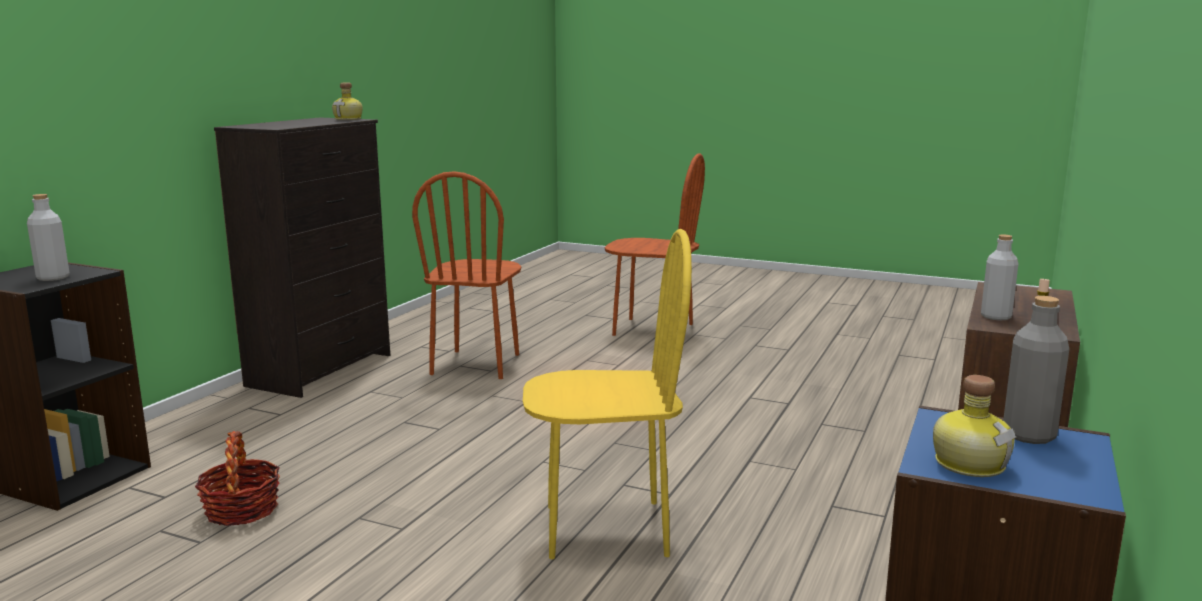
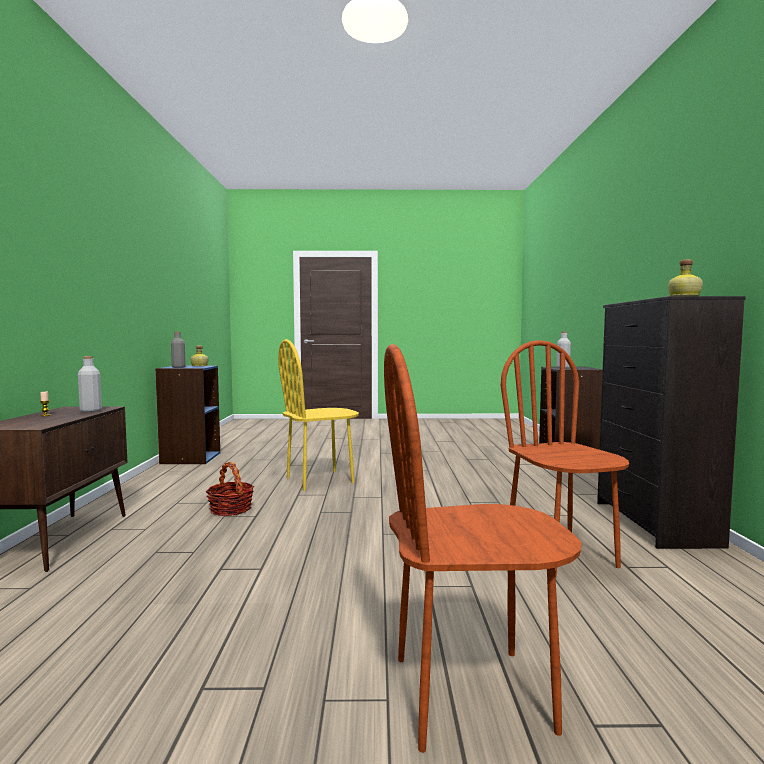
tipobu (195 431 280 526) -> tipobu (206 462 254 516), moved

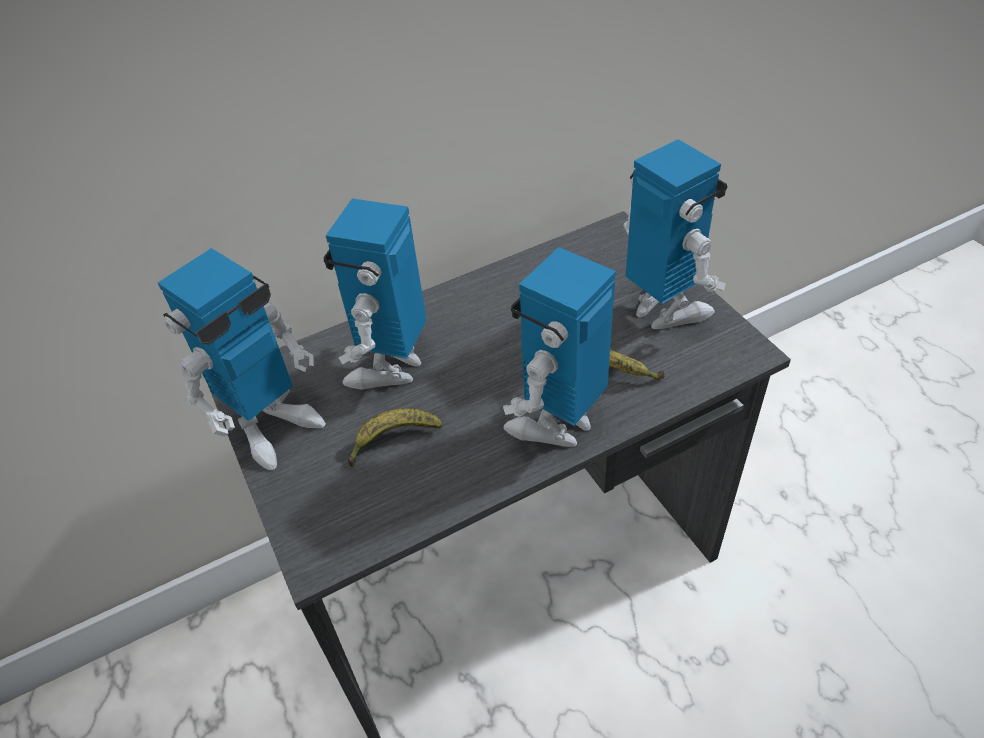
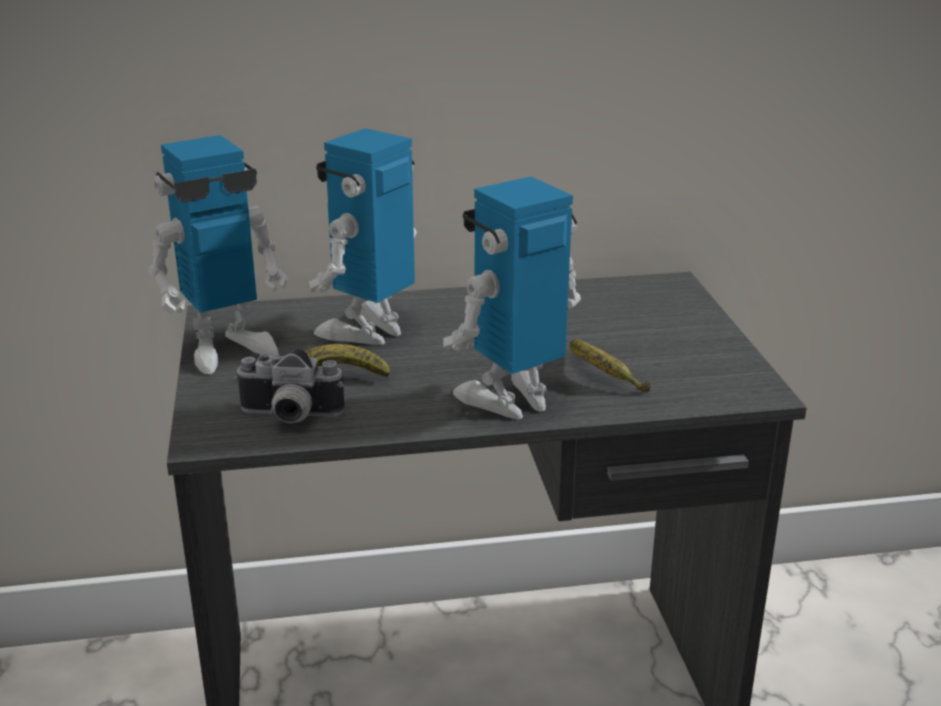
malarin (623 139 727 329) -> none
none -> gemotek (234 349 345 423)

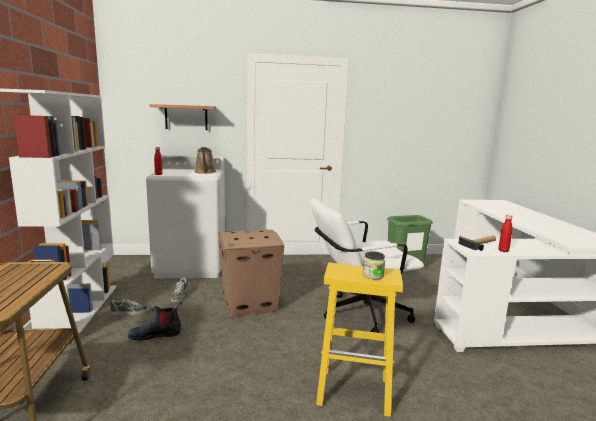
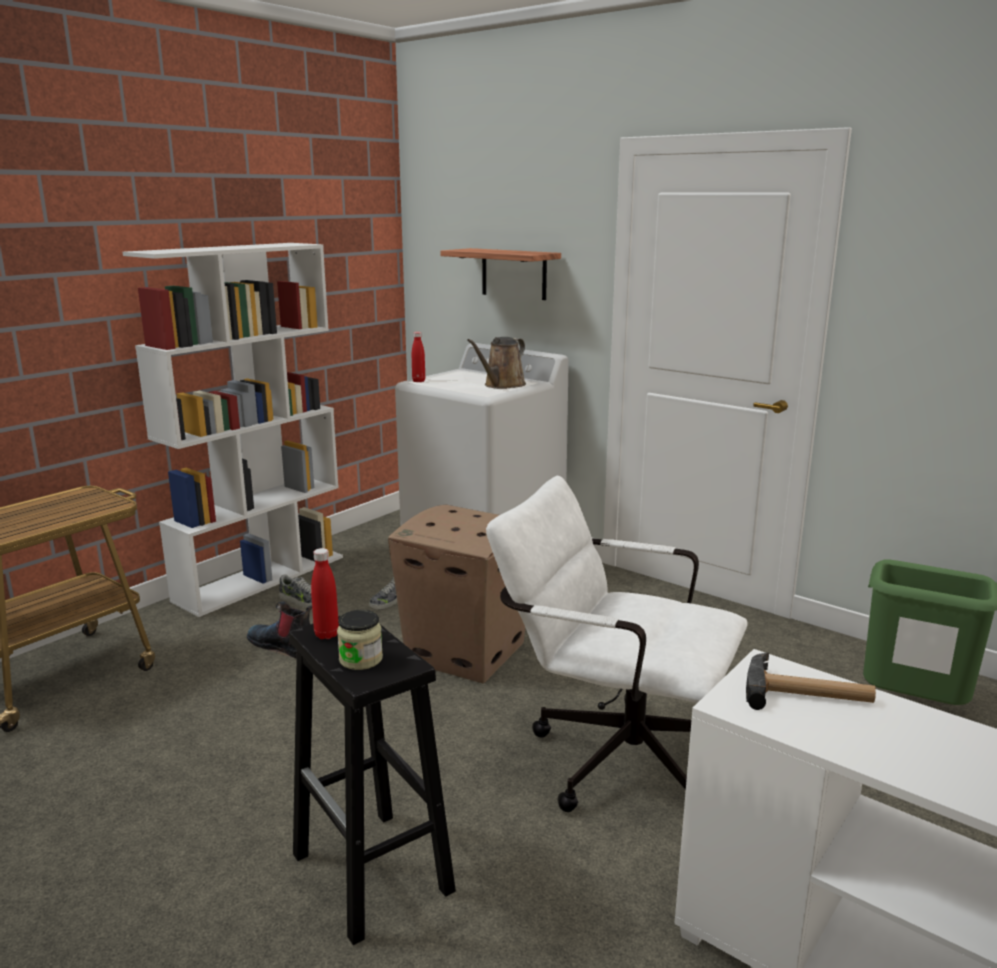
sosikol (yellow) (316 262 403 417) -> sosikol (black) (289 616 456 945)
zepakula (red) (498 215 512 252) -> zepakula (red) (311 548 339 639), moved

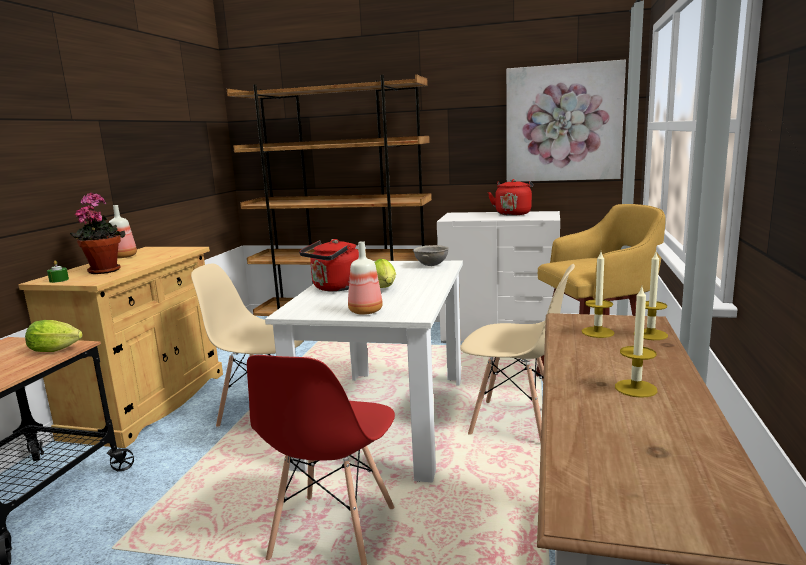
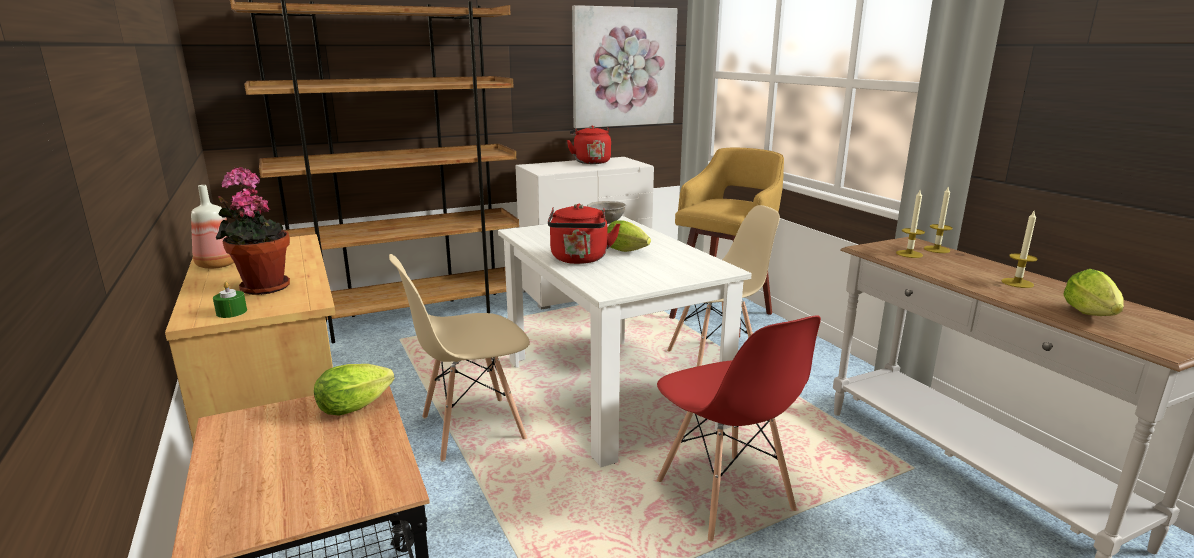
zepakula (348 241 383 315) -> none
none -> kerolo (1063 269 1124 316)

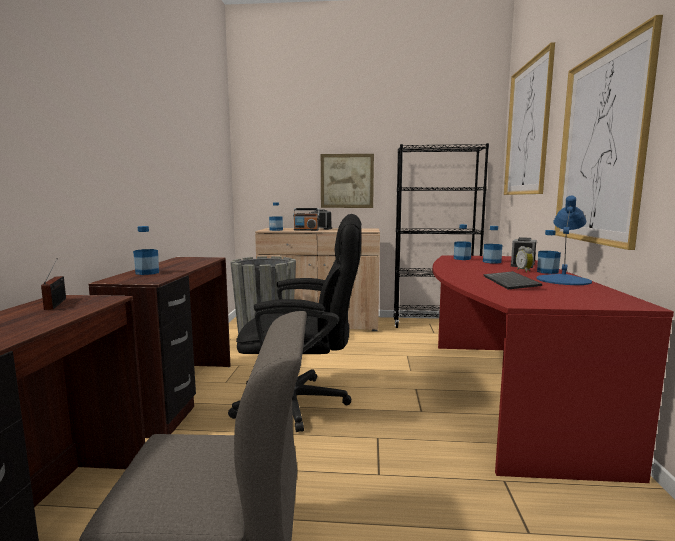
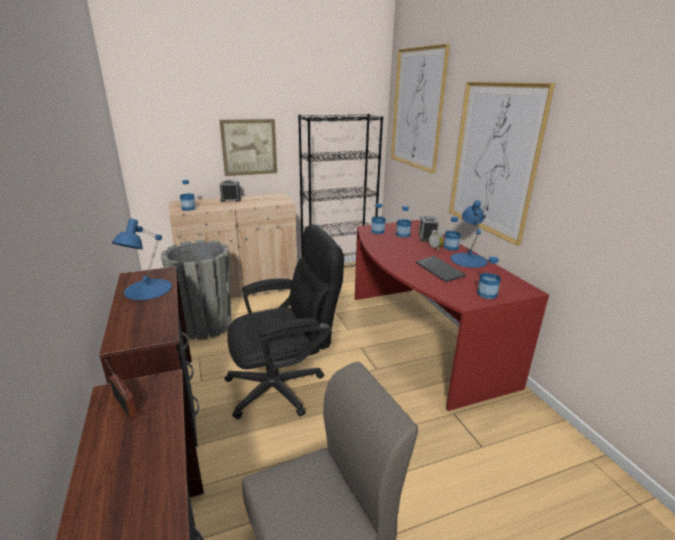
zepakula (133 226 159 275) -> zepakula (477 256 501 299), moved
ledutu (293 208 320 231) -> none
none -> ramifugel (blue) (112 218 172 300)

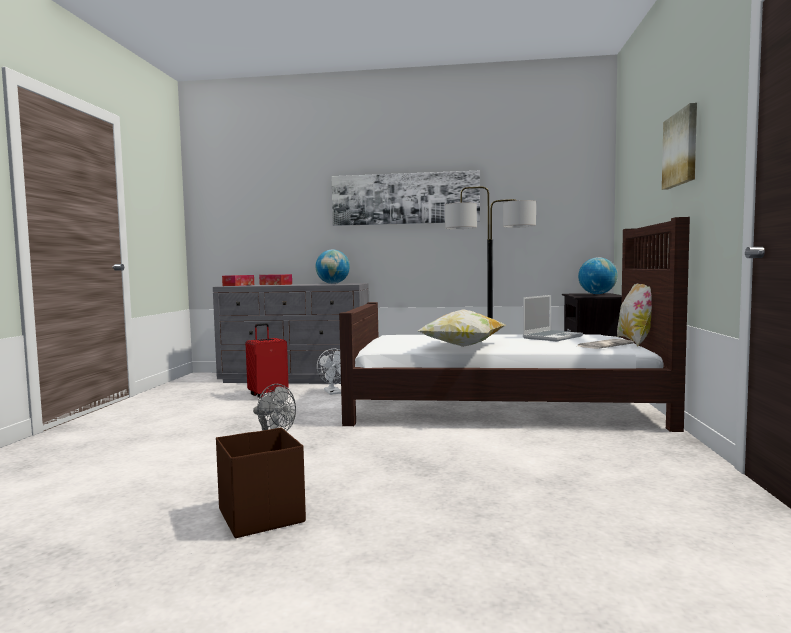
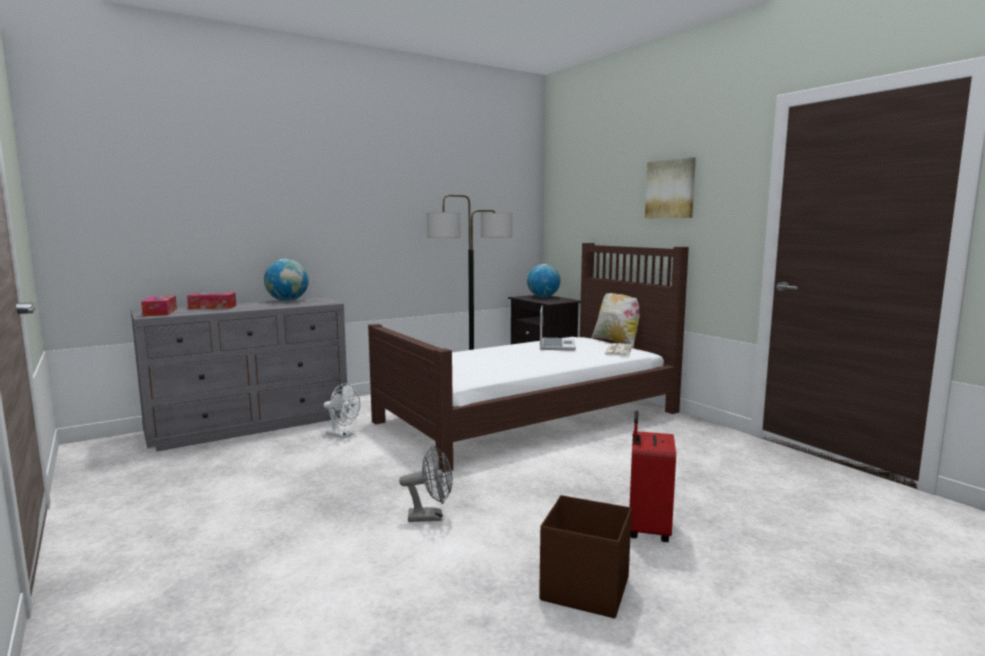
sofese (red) (245 323 289 399) -> sofese (red) (630 411 676 542), moved
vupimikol (331 170 480 226) -> none
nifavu (418 309 506 347) -> none

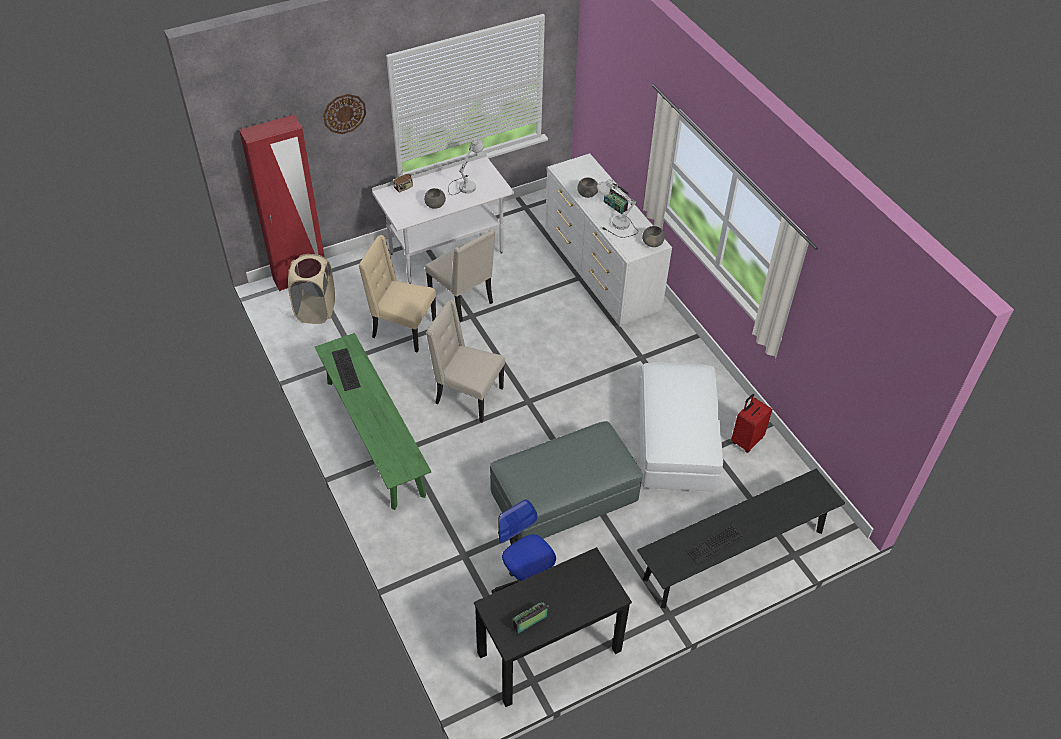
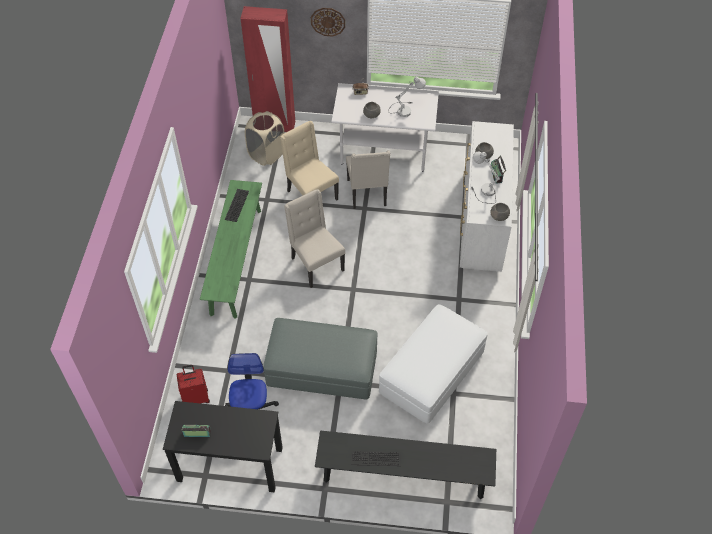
sofese (red) (731 394 772 453) -> sofese (red) (177 365 210 403), moved

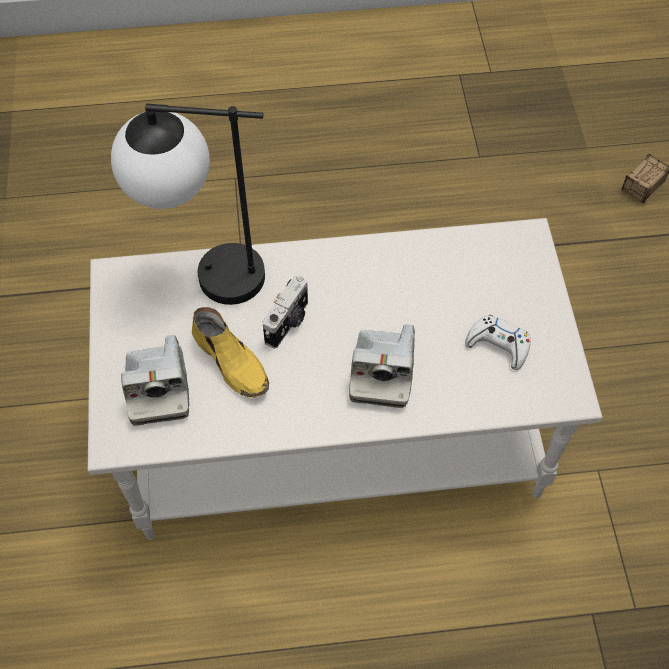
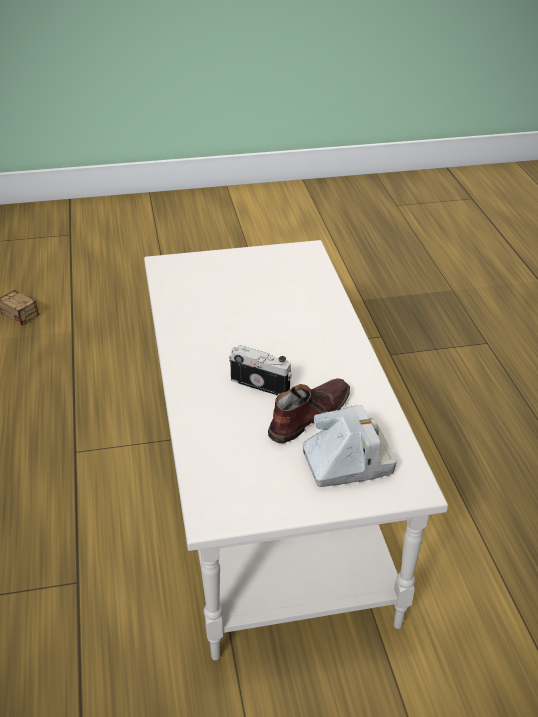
ramifugel (111 104 265 305) -> none
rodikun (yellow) (192 307 269 398) -> rodikun (brown) (268 378 350 444)
gemotek (349 324 415 408) -> none
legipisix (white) (465 315 531 370) -> none

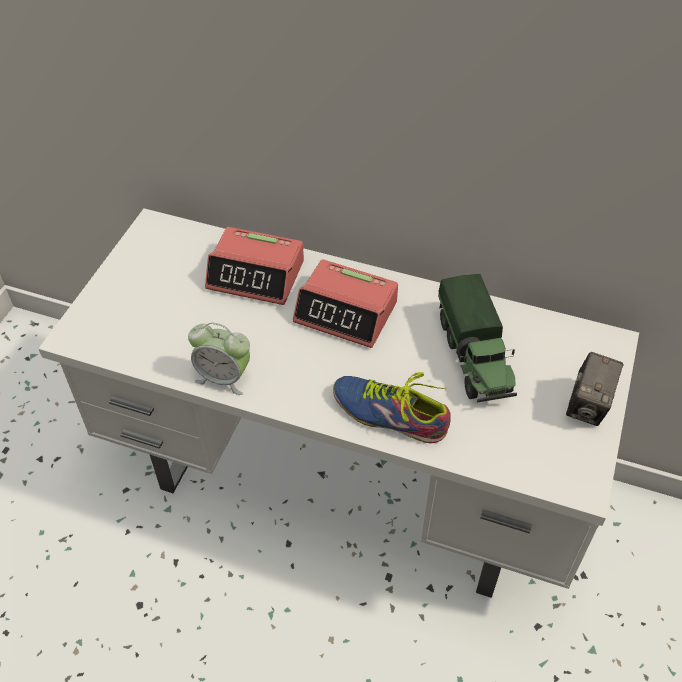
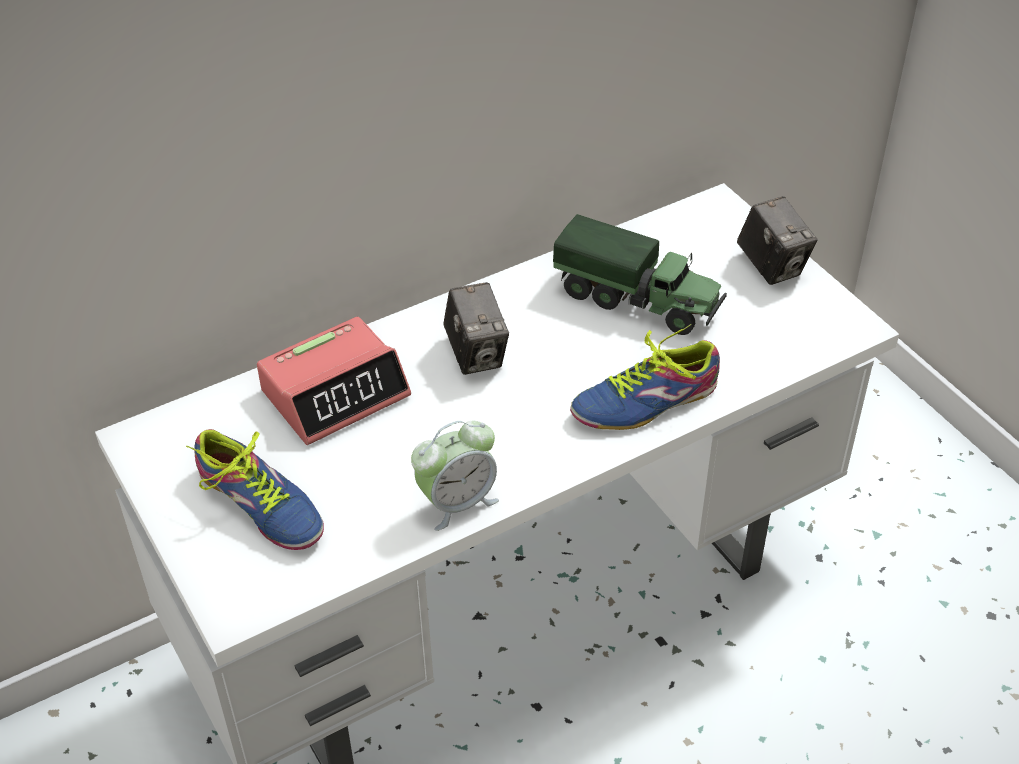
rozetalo (293 259 398 348) -> gemotek (443 282 509 375)
none -> rodikun (186 429 324 550)

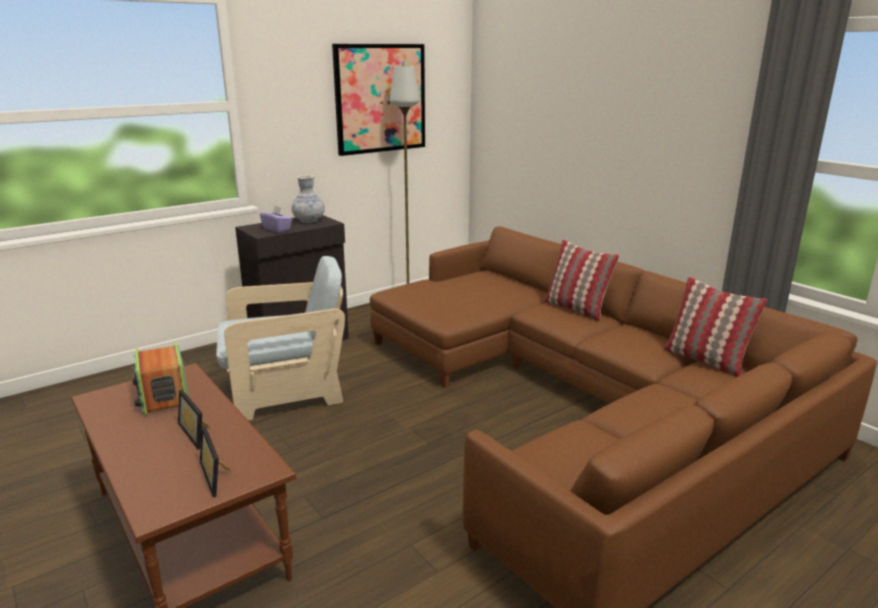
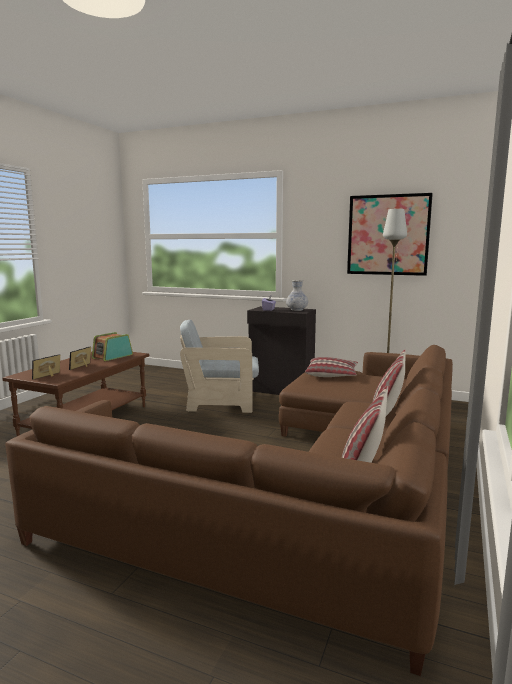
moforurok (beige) (216 256 345 421) -> moforurok (beige) (180 320 259 413), 135 degrees clockwise
none -> nifavu (305 357 358 377)

